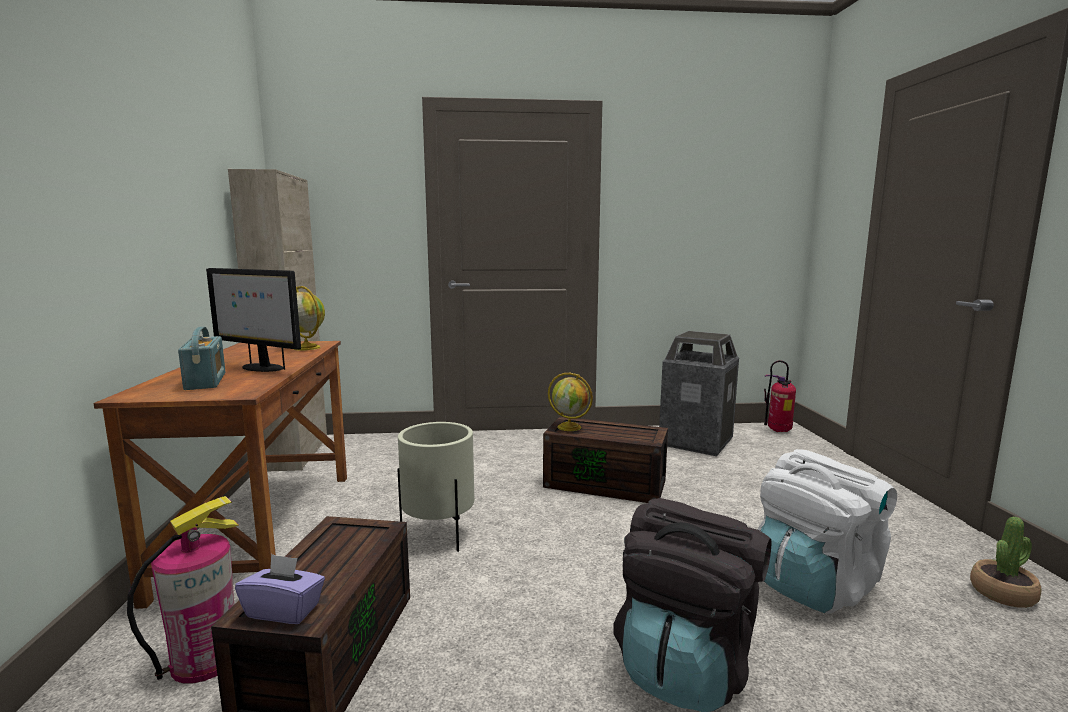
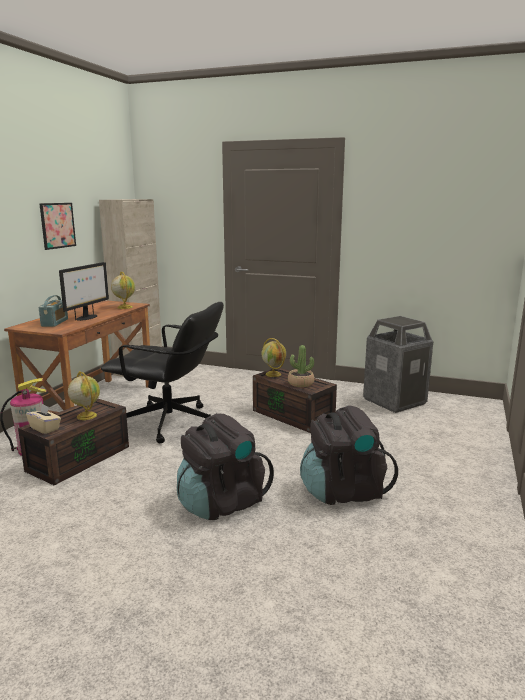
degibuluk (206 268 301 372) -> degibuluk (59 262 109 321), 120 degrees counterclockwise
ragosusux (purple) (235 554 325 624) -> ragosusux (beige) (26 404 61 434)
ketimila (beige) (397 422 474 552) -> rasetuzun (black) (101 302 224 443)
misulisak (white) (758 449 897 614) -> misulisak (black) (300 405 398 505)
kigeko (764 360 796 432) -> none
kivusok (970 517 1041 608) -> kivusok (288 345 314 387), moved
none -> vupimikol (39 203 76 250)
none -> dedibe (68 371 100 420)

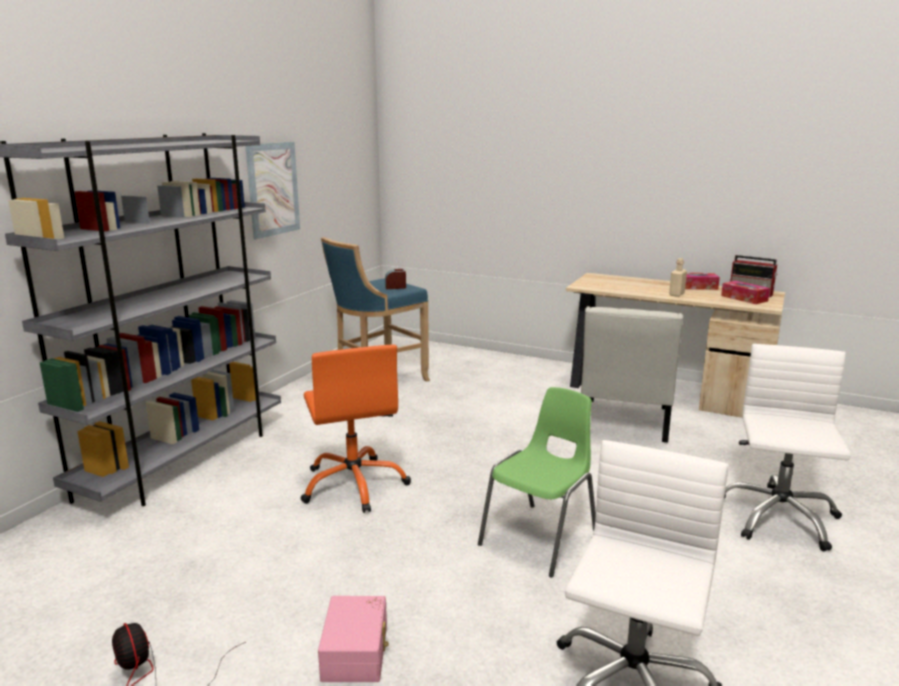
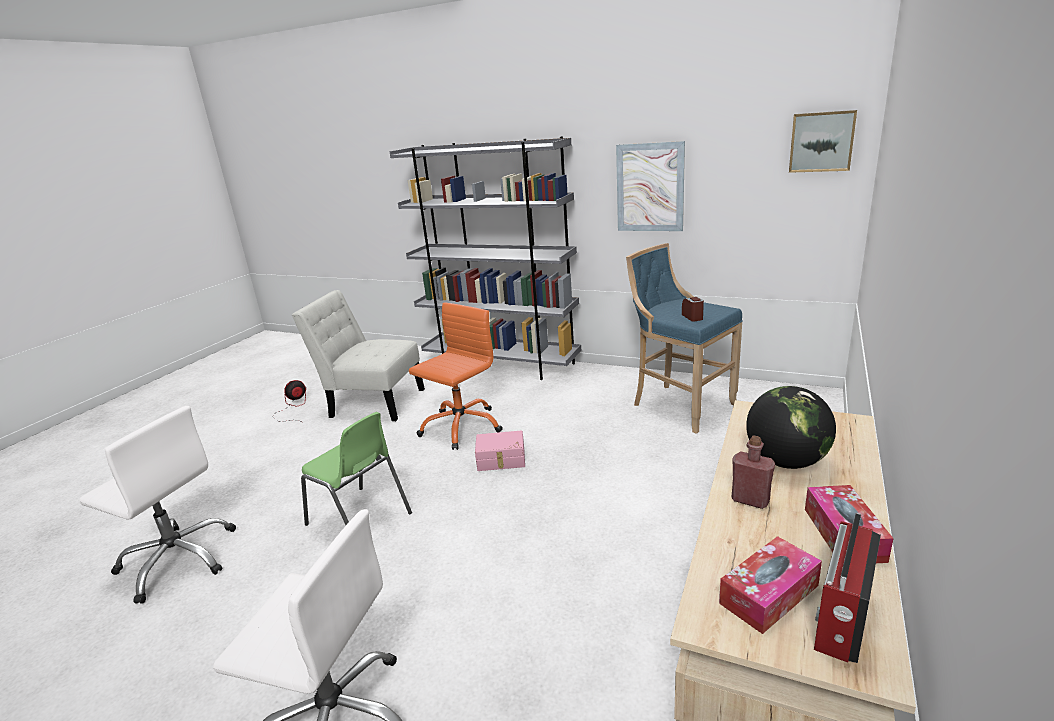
rasetuzun (orange) (300 345 411 513) -> rasetuzun (orange) (409 302 503 450), 150 degrees clockwise
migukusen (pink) (318 596 389 682) -> migukusen (pink) (475 430 525 471), moved
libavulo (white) (581 306 683 443) -> libavulo (white) (292 290 425 421), moved
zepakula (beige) (669 258 687 297) -> zepakula (red) (731 436 775 509)
none -> dedibe (746 386 836 469)
none -> vupimikol (789 110 857 173)

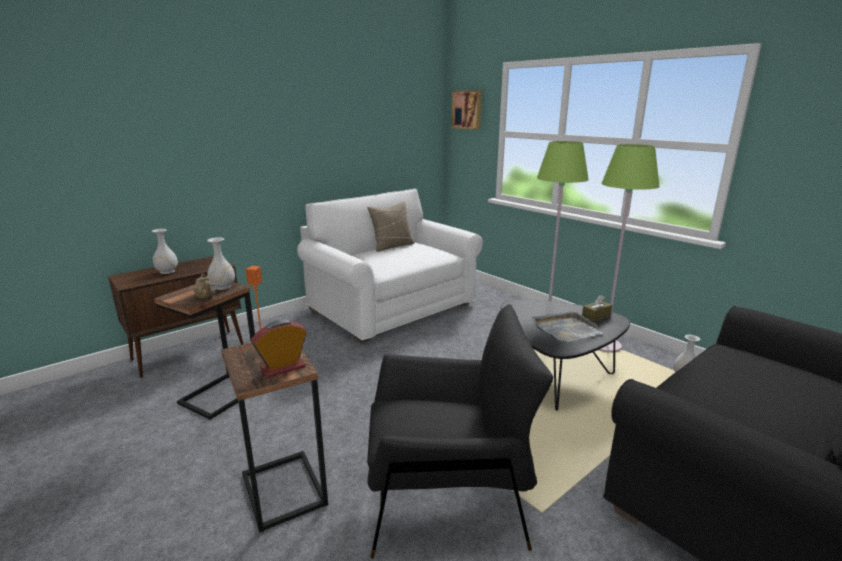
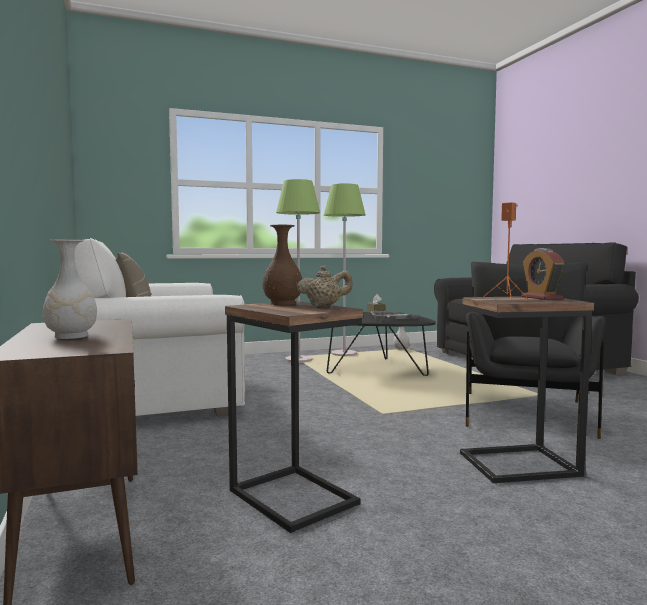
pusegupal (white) (207 237 235 290) -> pusegupal (brown) (263 225 302 305)
vupimikol (451 90 482 130) -> none

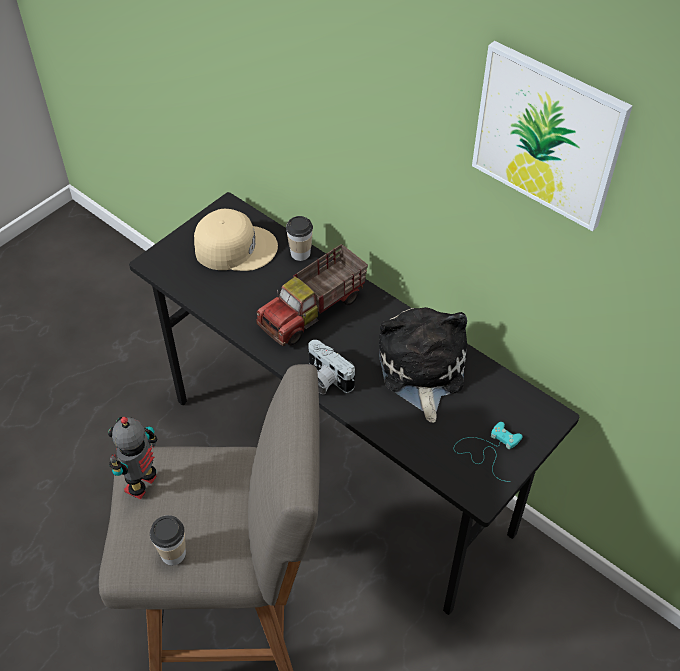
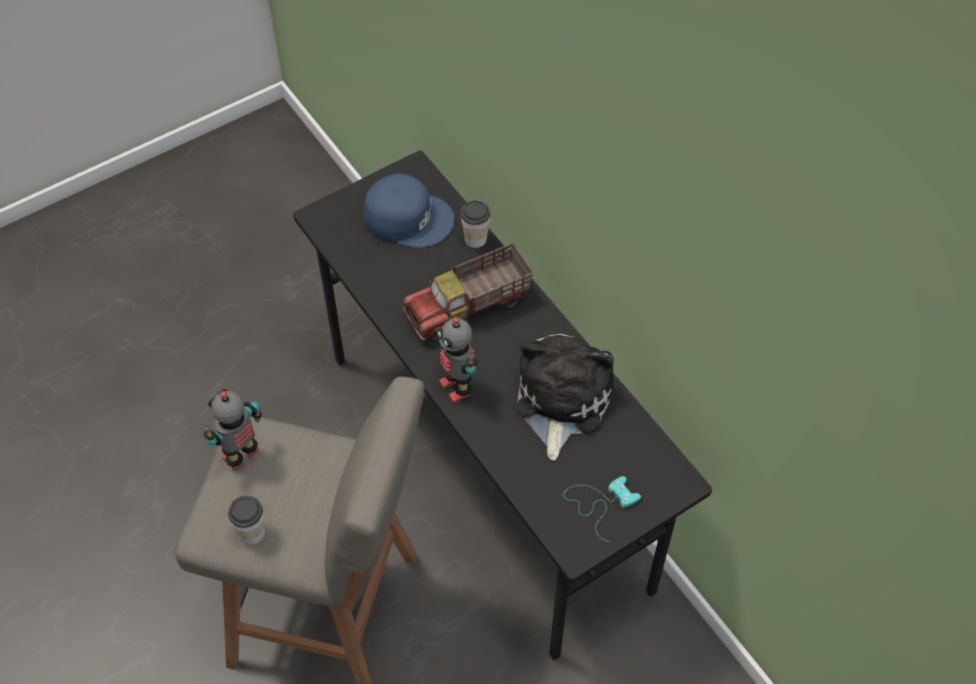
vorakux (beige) (194 209 278 271) -> vorakux (blue) (364 173 455 248)
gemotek (308 340 355 394) -> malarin (437 317 478 403)
vupimikol (472 41 633 231) -> none

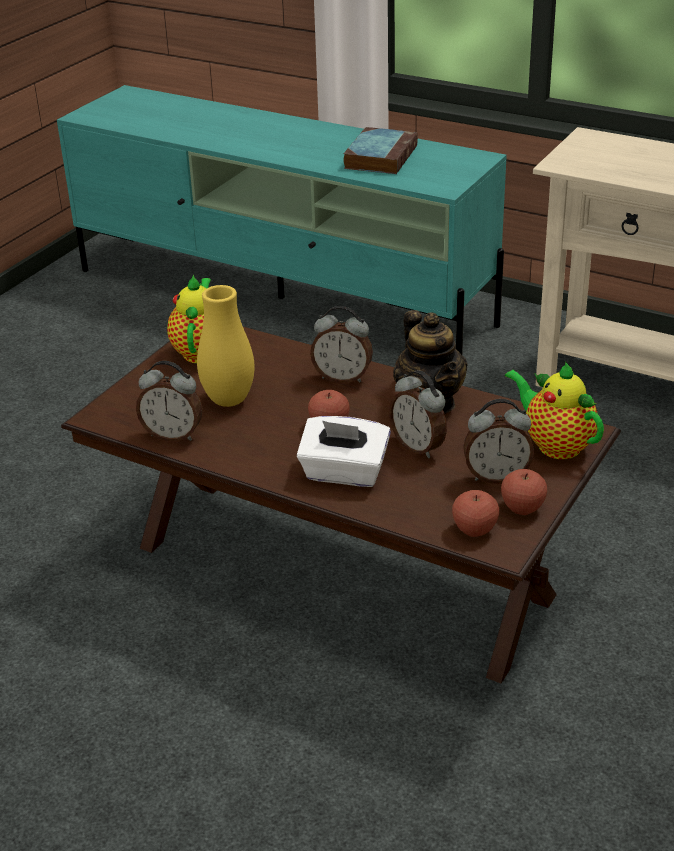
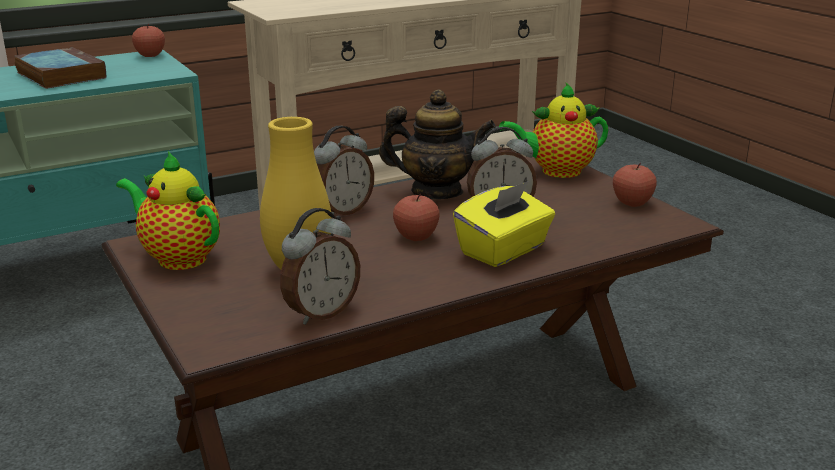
ragosusux (white) (297 416 391 487) -> ragosusux (yellow) (453 181 555 267)
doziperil (452 490 499 537) -> doziperil (132 23 165 57), moved
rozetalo (463 399 534 484) -> none

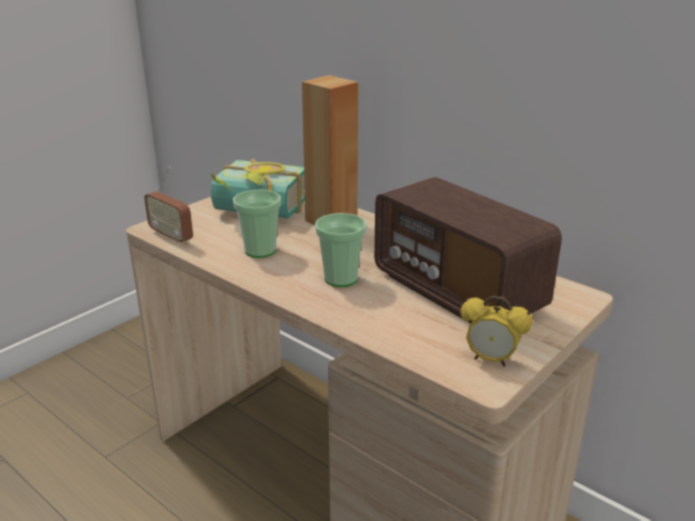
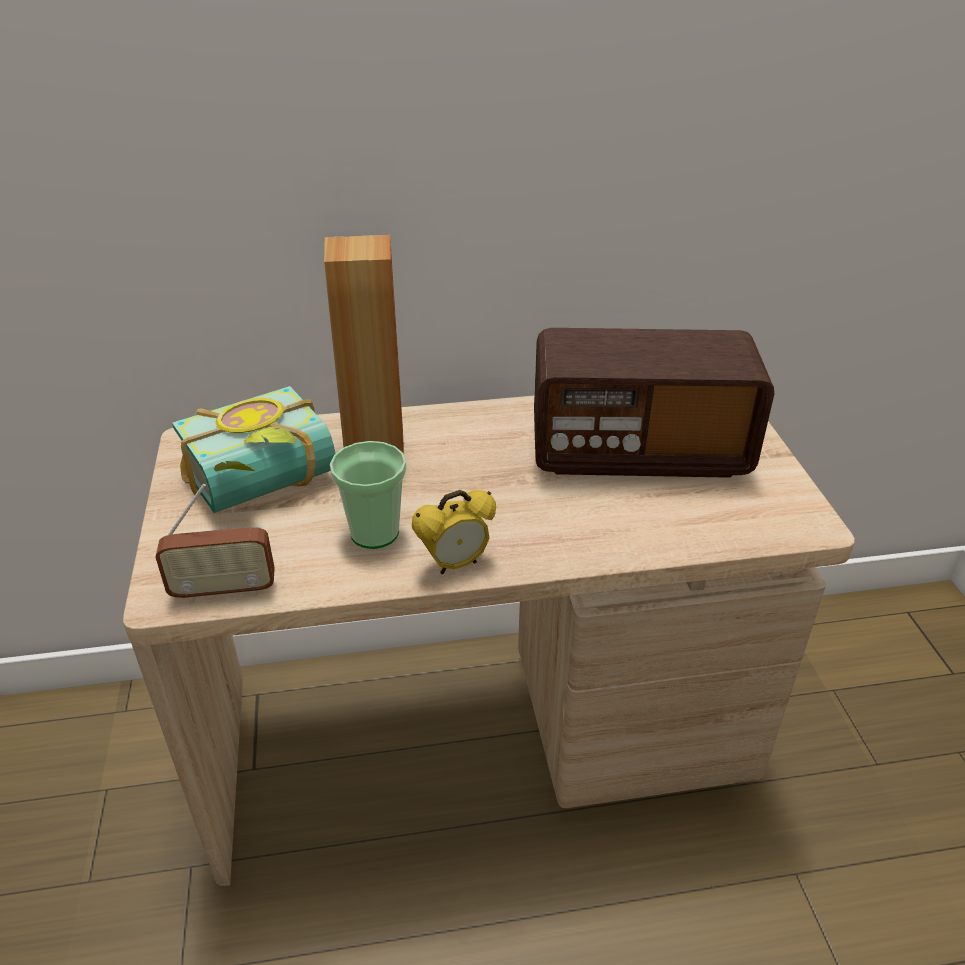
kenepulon (315 213 367 287) -> none
rozetalo (460 295 533 367) -> rozetalo (412 490 496 574), moved

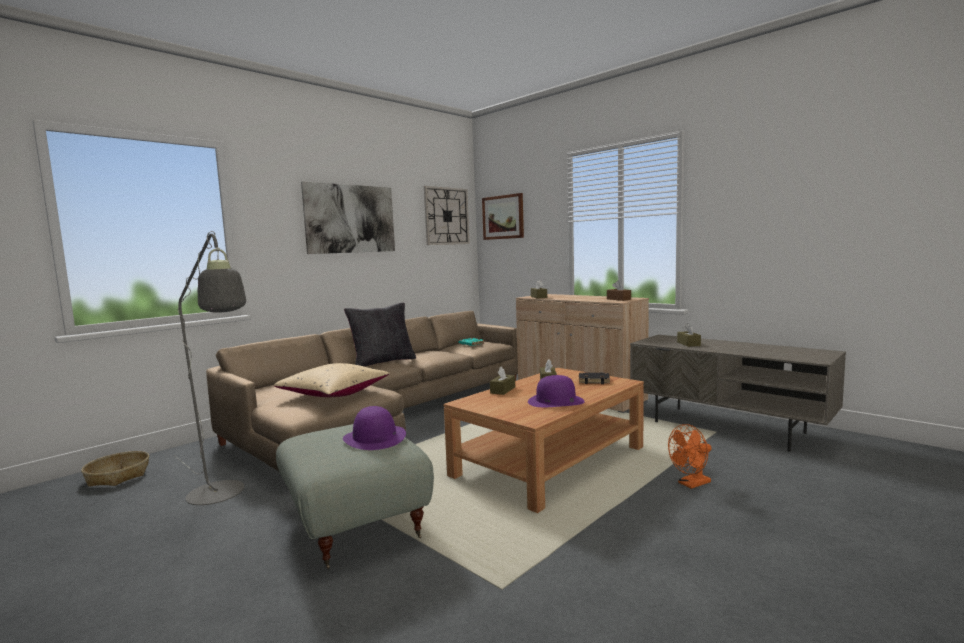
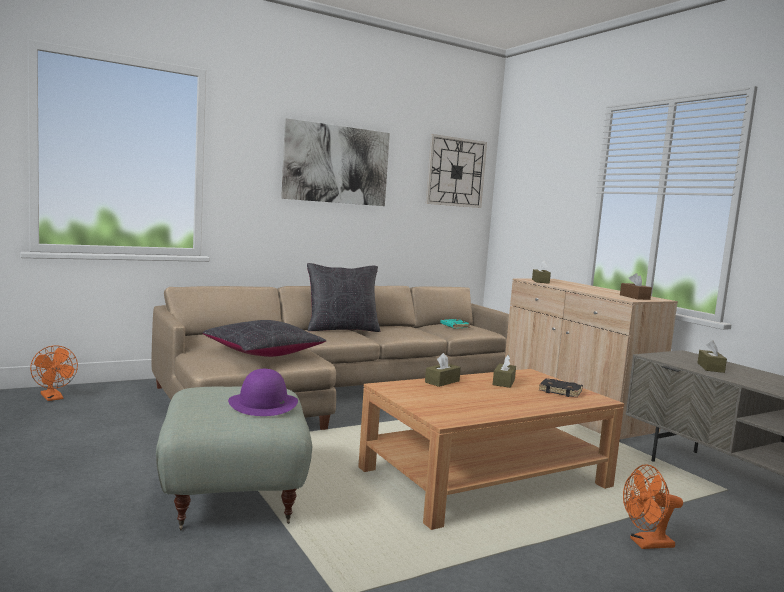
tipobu (81 451 149 487) -> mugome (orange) (30 345 78 401)
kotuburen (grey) (174 231 246 505) -> none
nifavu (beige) (273 363 390 397) -> nifavu (black) (202 320 327 357)
vupimikol (482 193 524 240) -> none
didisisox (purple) (528 375 585 407) -> none

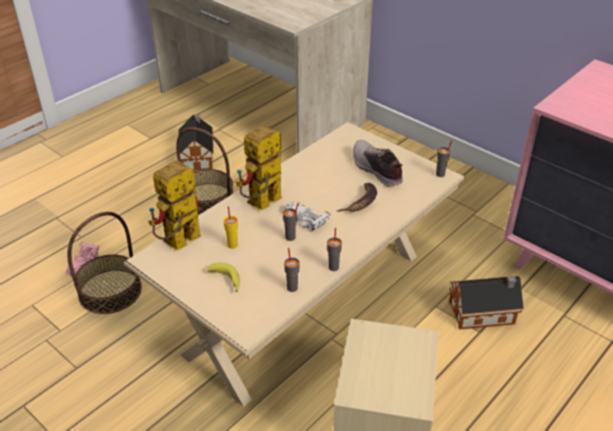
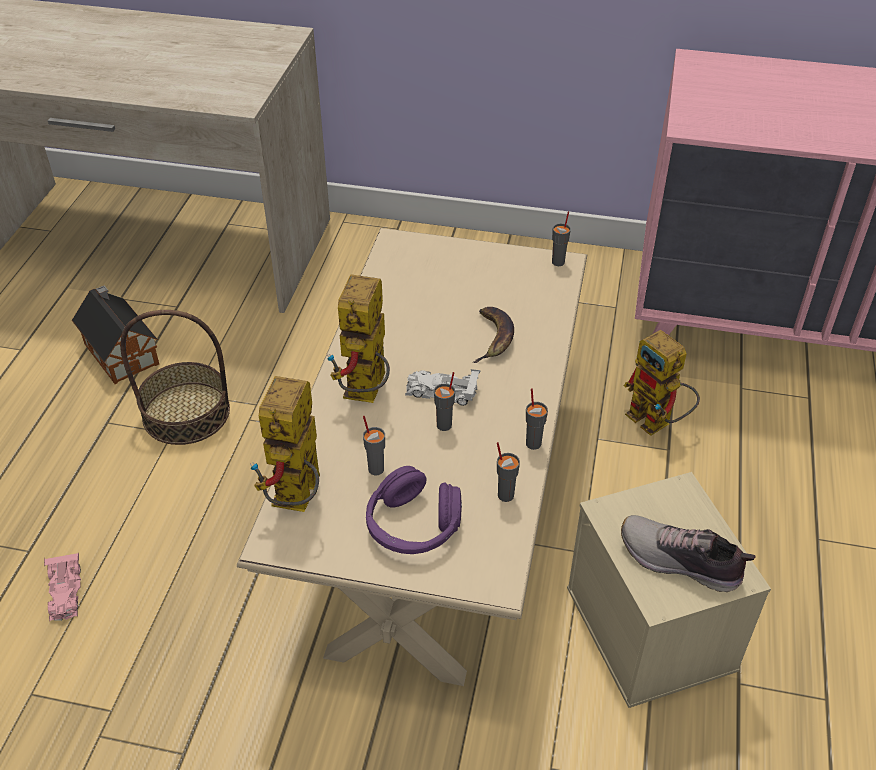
tipobu (68 212 142 314) -> none
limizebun (207 263 240 292) -> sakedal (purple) (366 466 462 554)
kenepulon (yellow) (223 206 238 249) -> kenepulon (grey) (363 416 385 475)
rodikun (353 140 403 186) -> rodikun (621 515 755 592), moved
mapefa (449 276 524 329) -> malarin (624 330 700 436)

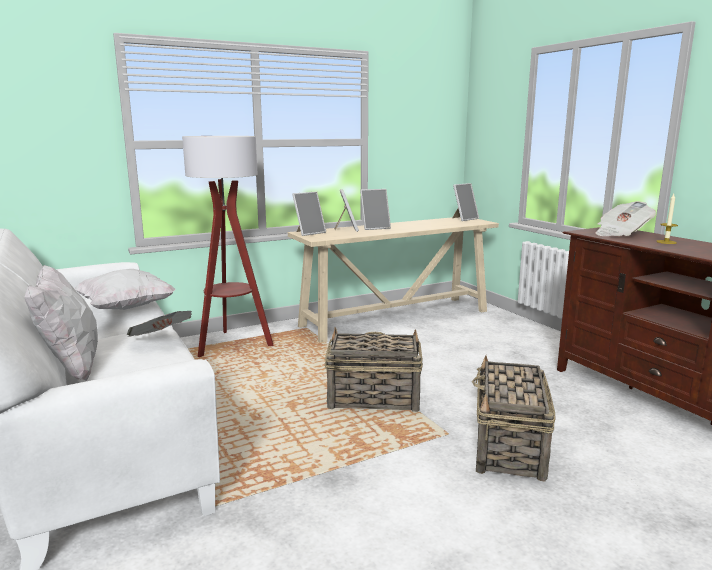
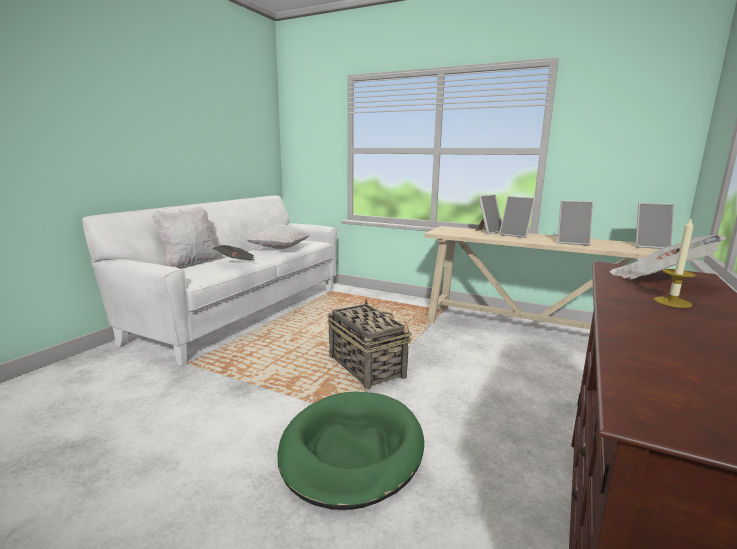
kotuburen (182 136 274 357) -> none
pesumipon (292 191 326 236) -> pesumipon (557 200 593 245), moved
tipobu (472 355 555 482) -> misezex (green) (277 392 424 510)

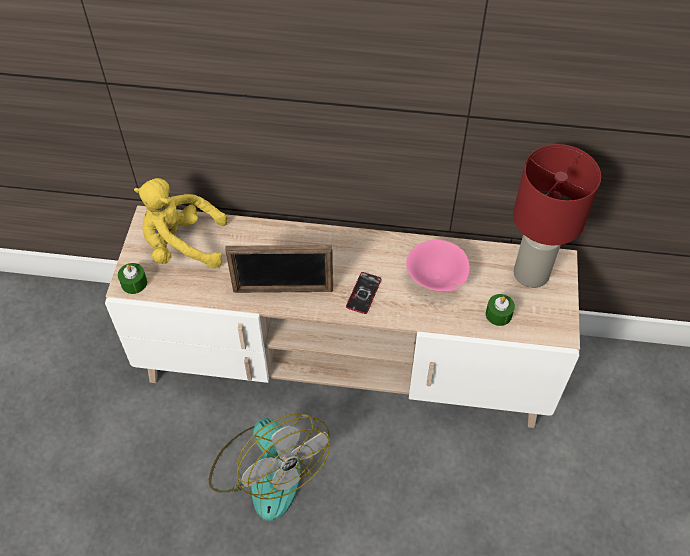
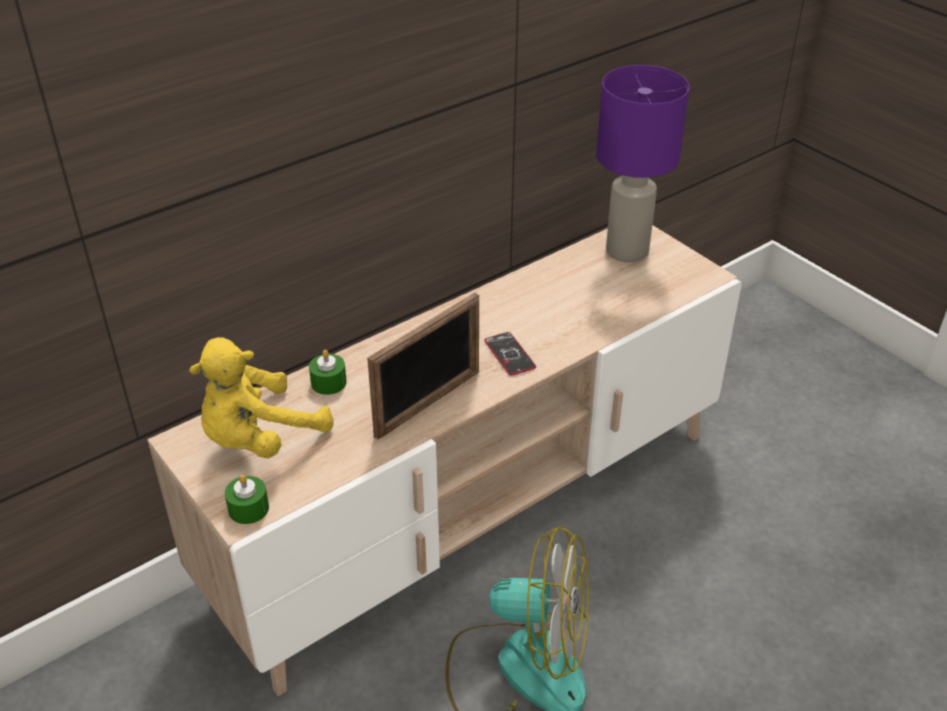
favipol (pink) (406 240 470 291) -> none
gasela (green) (486 294 515 326) -> gasela (green) (309 350 347 395), moved
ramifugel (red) (513 144 601 288) -> ramifugel (purple) (596 65 690 262)

